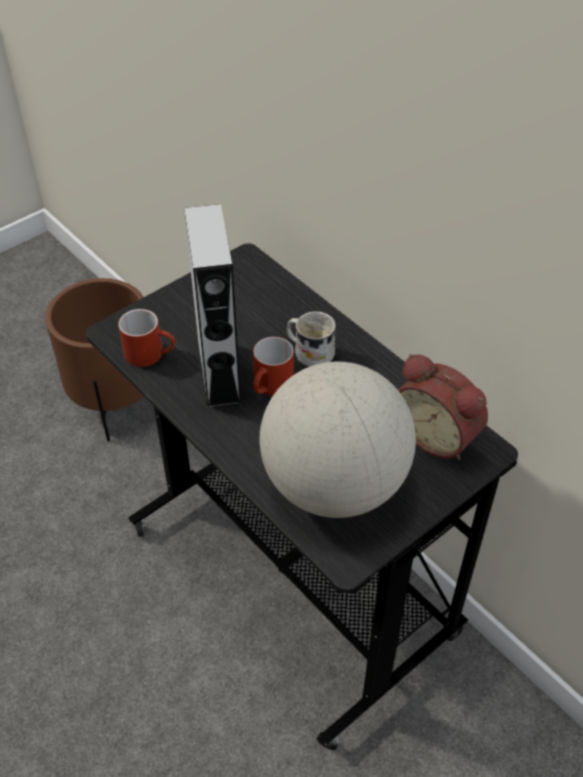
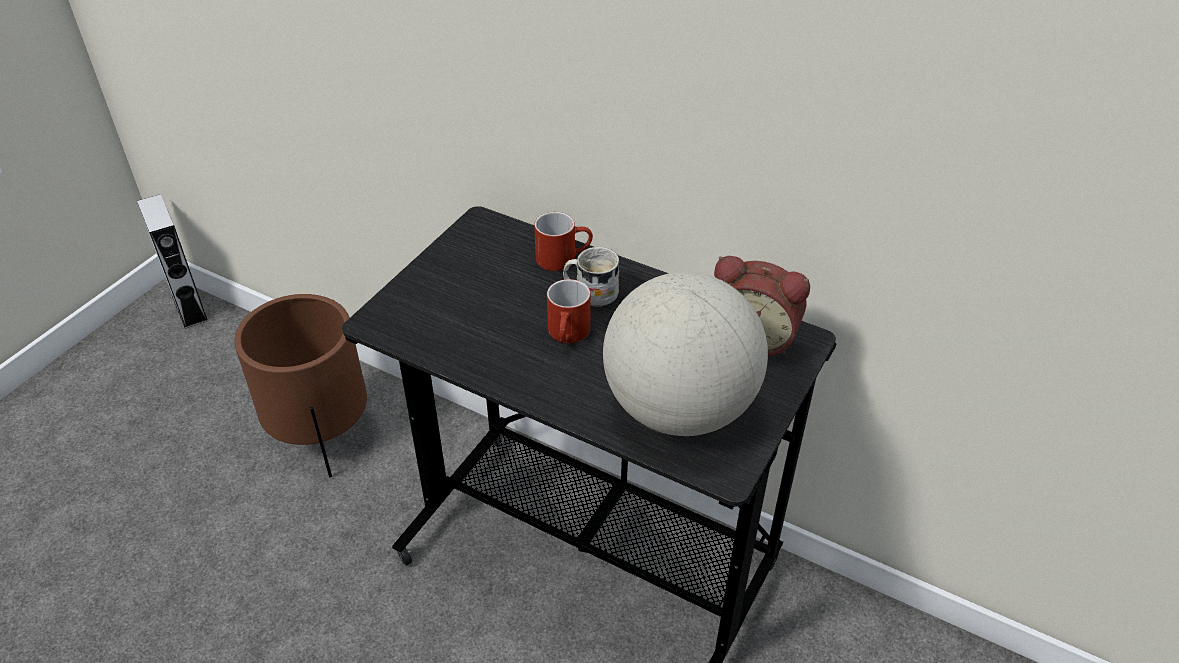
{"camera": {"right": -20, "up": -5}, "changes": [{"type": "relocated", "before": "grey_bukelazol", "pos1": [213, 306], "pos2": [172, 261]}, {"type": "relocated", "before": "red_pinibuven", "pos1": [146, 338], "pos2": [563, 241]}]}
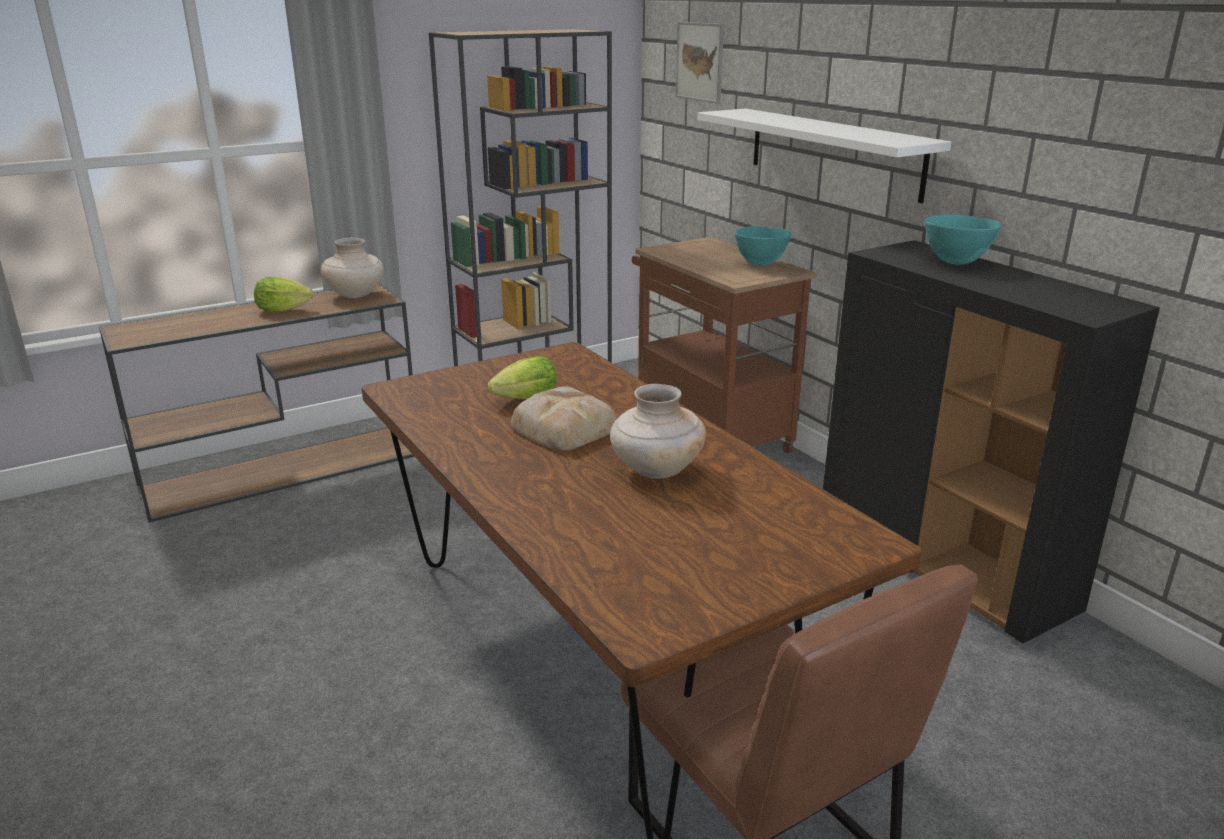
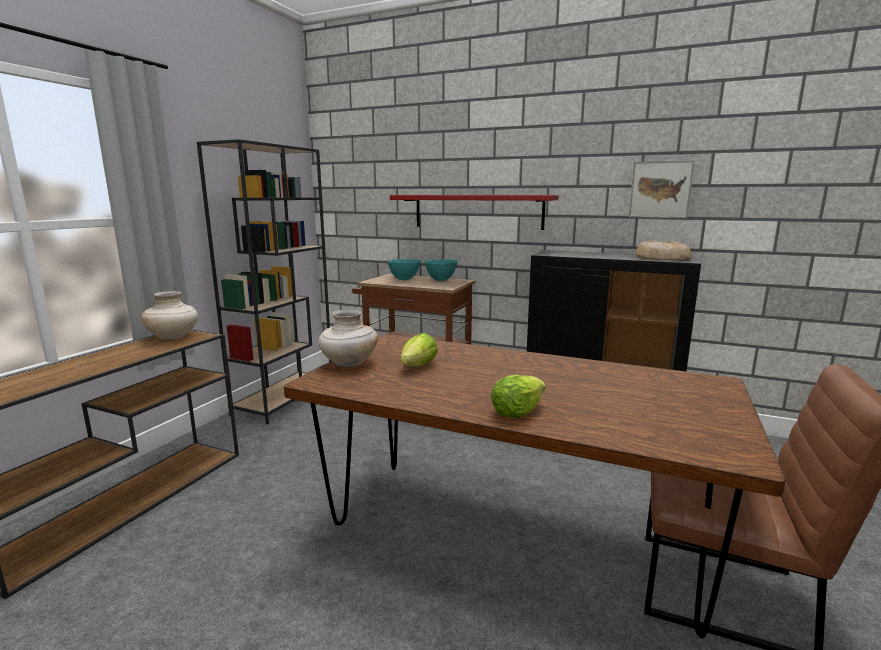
{"camera": {"right": -35, "up": -10}, "changes": [{"type": "relocated", "before": "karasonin", "pos1": [699, 63], "pos2": [662, 189]}, {"type": "colour", "before": "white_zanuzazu", "after": "red_zanuzazu", "pos1": [824, 156], "pos2": [474, 212]}, {"type": "relocated", "before": "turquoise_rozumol", "pos1": [963, 239], "pos2": [404, 269]}, {"type": "relocated", "before": "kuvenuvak", "pos1": [283, 294], "pos2": [518, 396]}, {"type": "relocated", "before": "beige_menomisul", "pos1": [658, 431], "pos2": [348, 338]}, {"type": "relocated", "before": "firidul", "pos1": [564, 418], "pos2": [663, 250]}]}
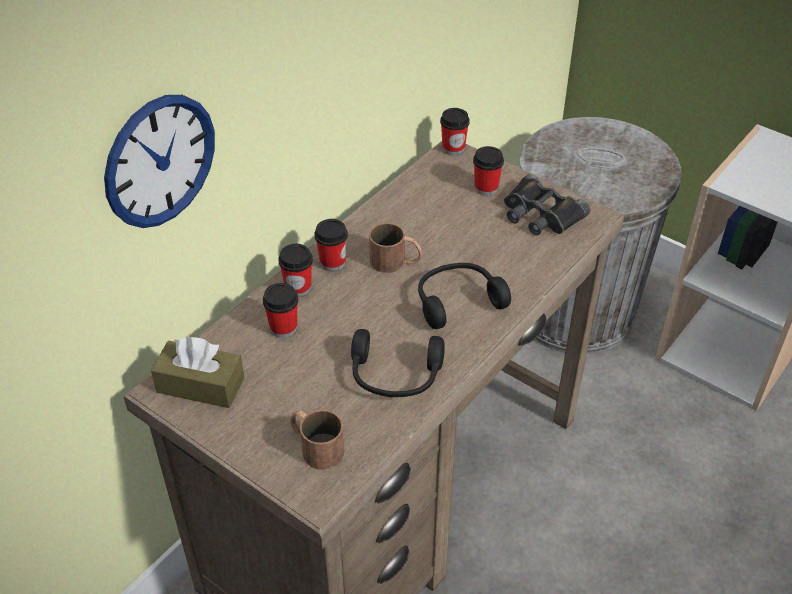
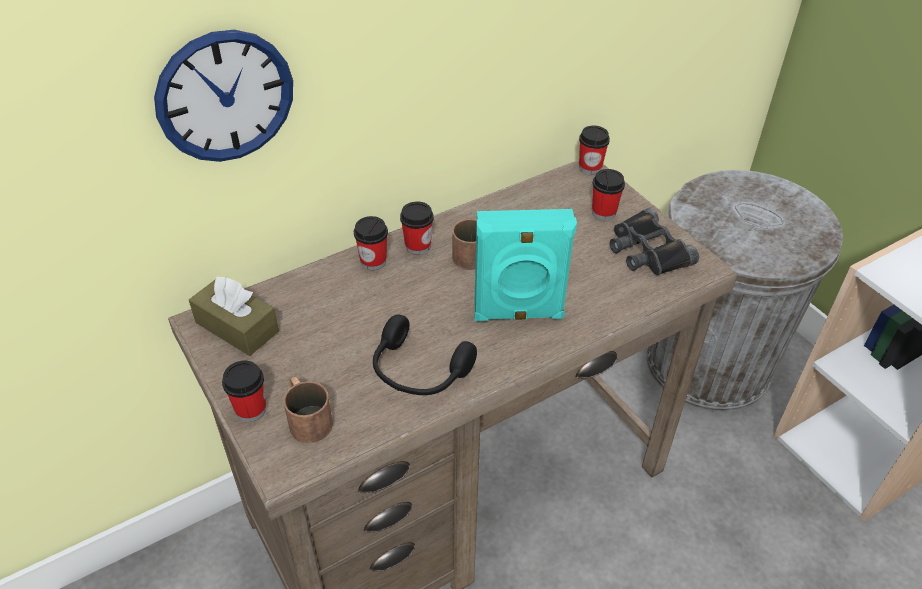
{"camera": {"right": 20, "up": 0}, "changes": [{"type": "exchanged", "before": "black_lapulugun", "after": "turquoise_bukelazol", "pos1": [464, 296], "pos2": [525, 265]}, {"type": "relocated", "before": "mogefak", "pos1": [280, 310], "pos2": [244, 391]}]}
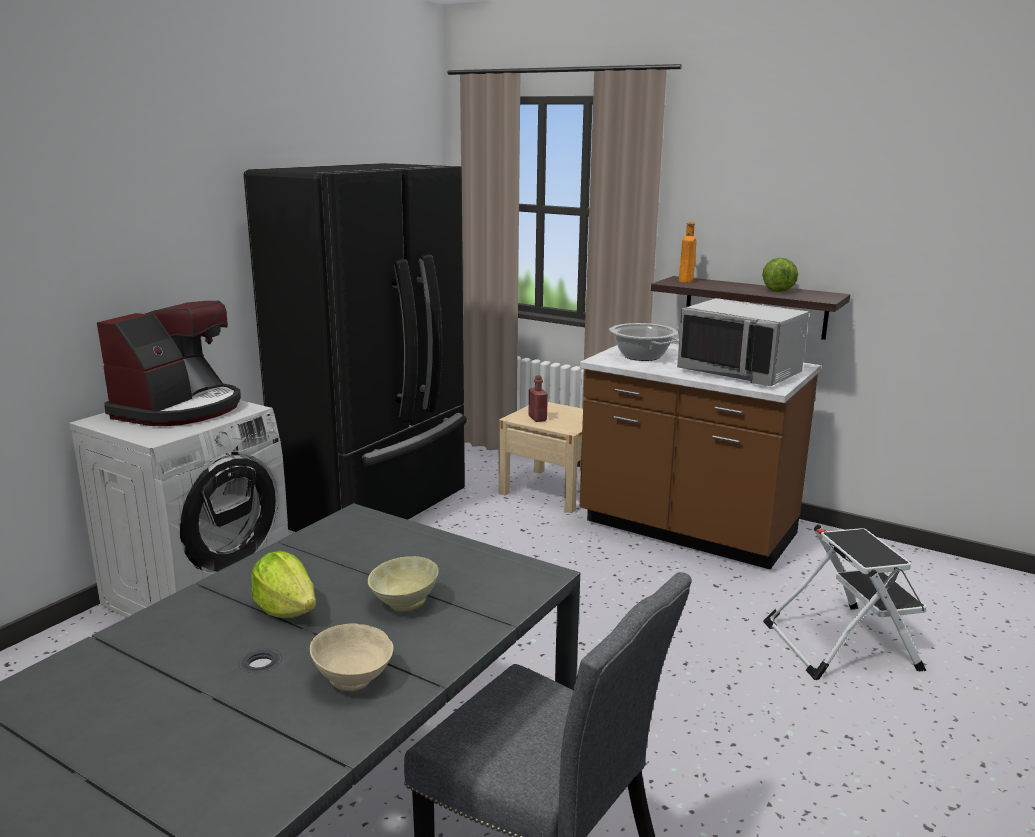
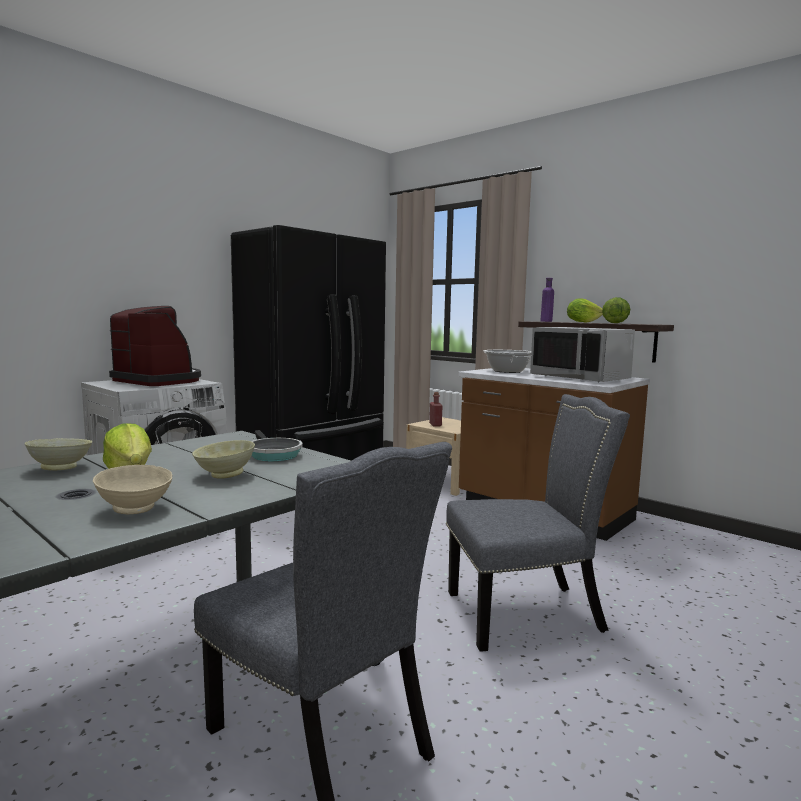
{"camera": {"right": 10, "up": -10}, "changes": [{"type": "colour", "before": "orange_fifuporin", "after": "purple_fifuporin", "pos1": [688, 252], "pos2": [547, 300]}, {"type": "spun", "before": "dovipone", "pos1": [169, 363], "pos2": [155, 346], "turn": -90}, {"type": "missing", "before": "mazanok", "pos1": [844, 602]}, {"type": "appeared", "after": "kuvenuvak", "pos2": [585, 310]}, {"type": "appeared", "after": "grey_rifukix", "pos2": [538, 523]}, {"type": "appeared", "after": "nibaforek", "pos2": [277, 445]}, {"type": "appeared", "after": "beige_rozumol", "pos2": [58, 454]}]}
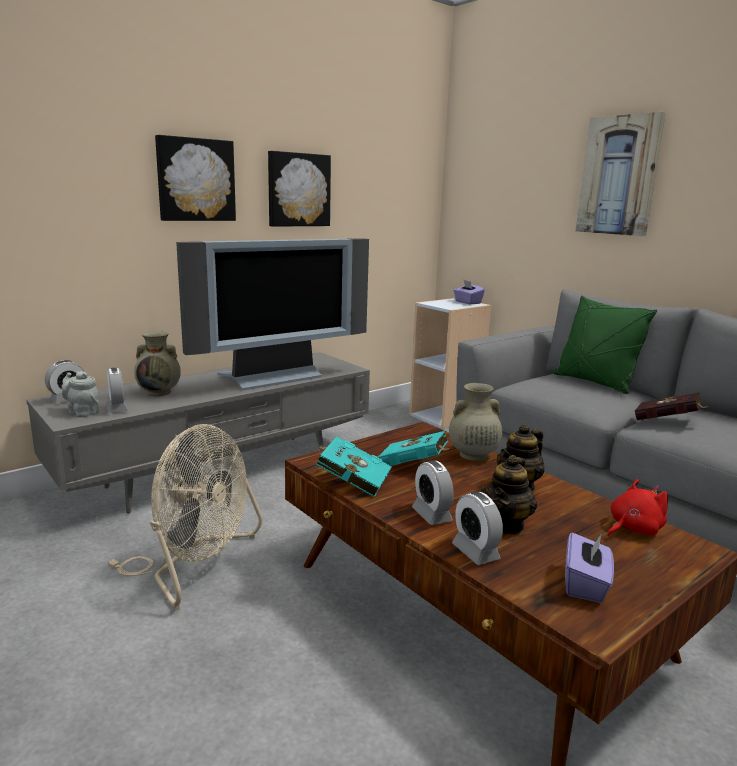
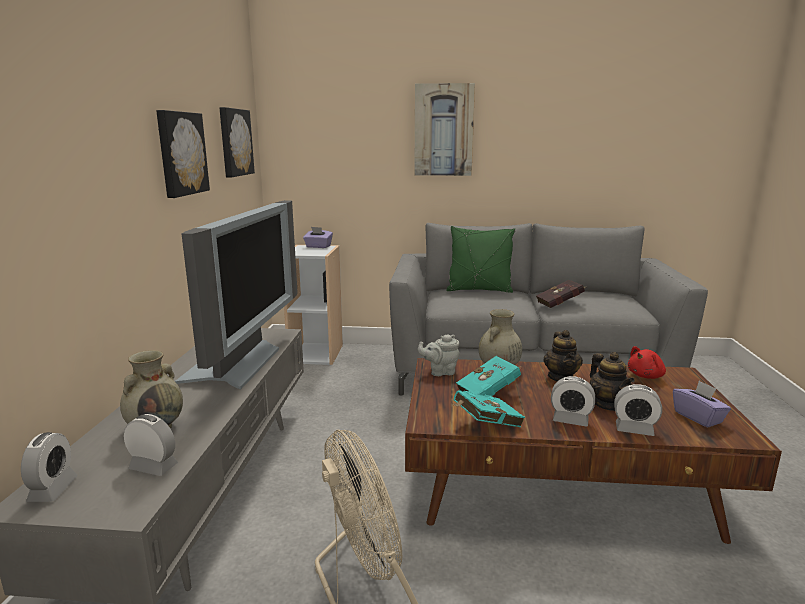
{"camera": {"right": -45, "up": 0}, "changes": [{"type": "relocated", "before": "karasonin", "pos1": [195, 178], "pos2": [237, 142]}, {"type": "relocated", "before": "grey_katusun", "pos1": [80, 394], "pos2": [439, 355]}, {"type": "spun", "before": "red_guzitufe", "pos1": [637, 507], "pos2": [647, 362], "turn": -135}]}
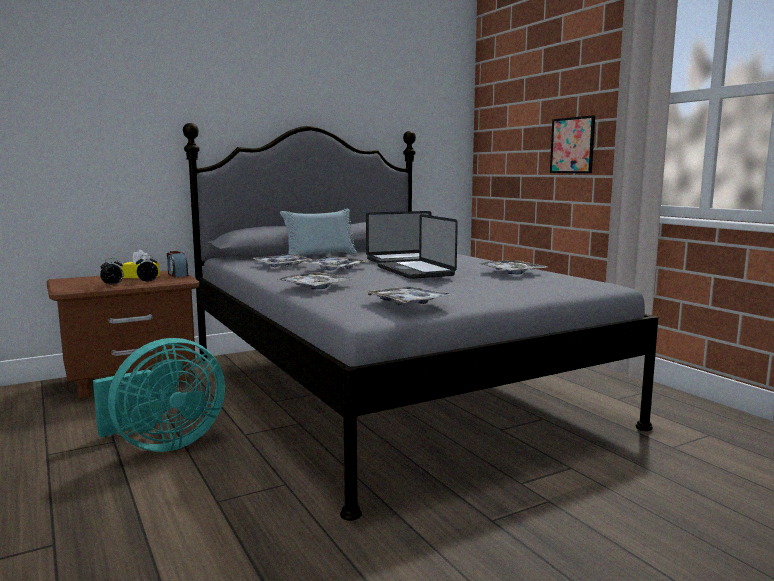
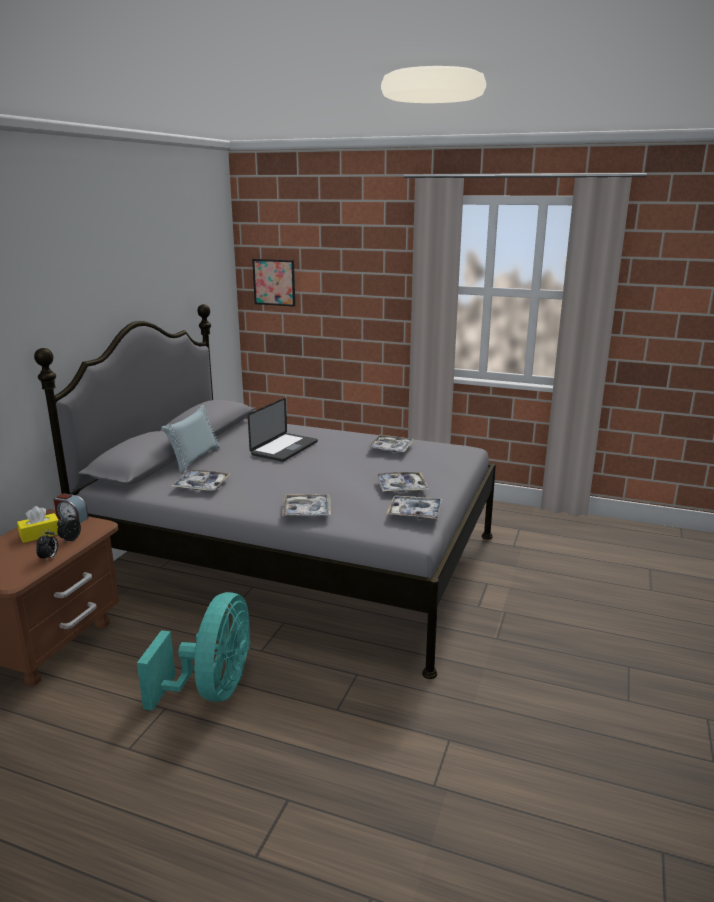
{"camera": {"right": -40, "up": 10}, "changes": [{"type": "relocated", "before": "karasonin", "pos1": [572, 144], "pos2": [273, 283]}, {"type": "missing", "before": "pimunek", "pos1": [418, 246]}, {"type": "relocated", "before": "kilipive", "pos1": [334, 263], "pos2": [403, 482]}]}
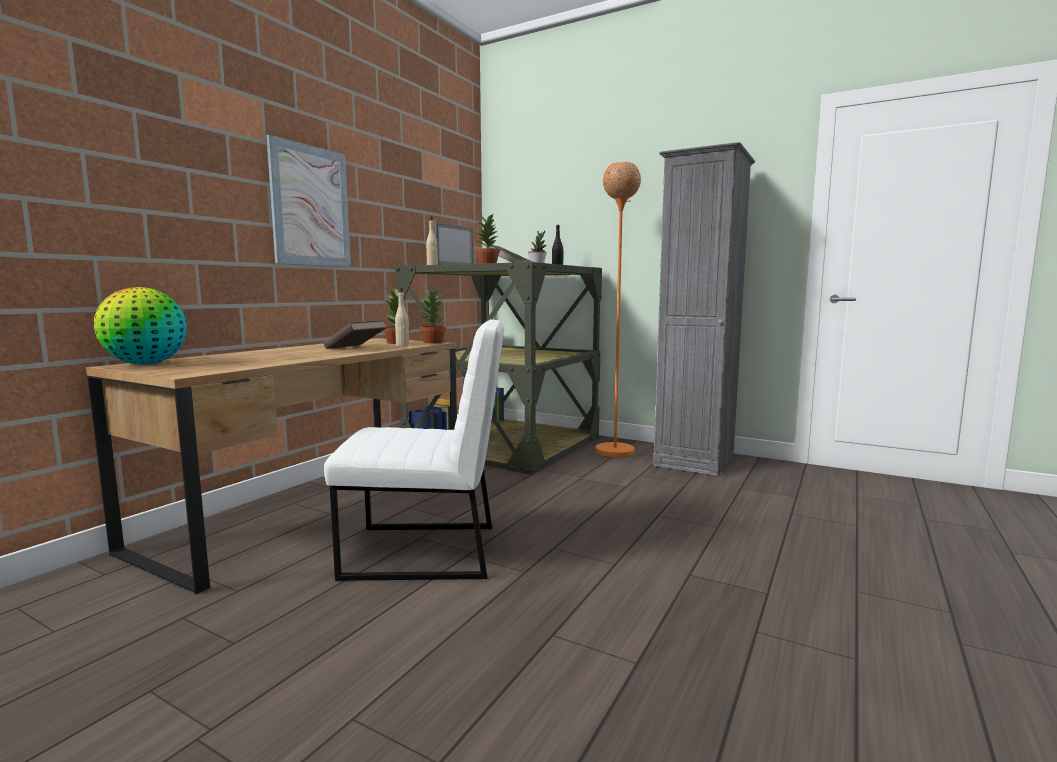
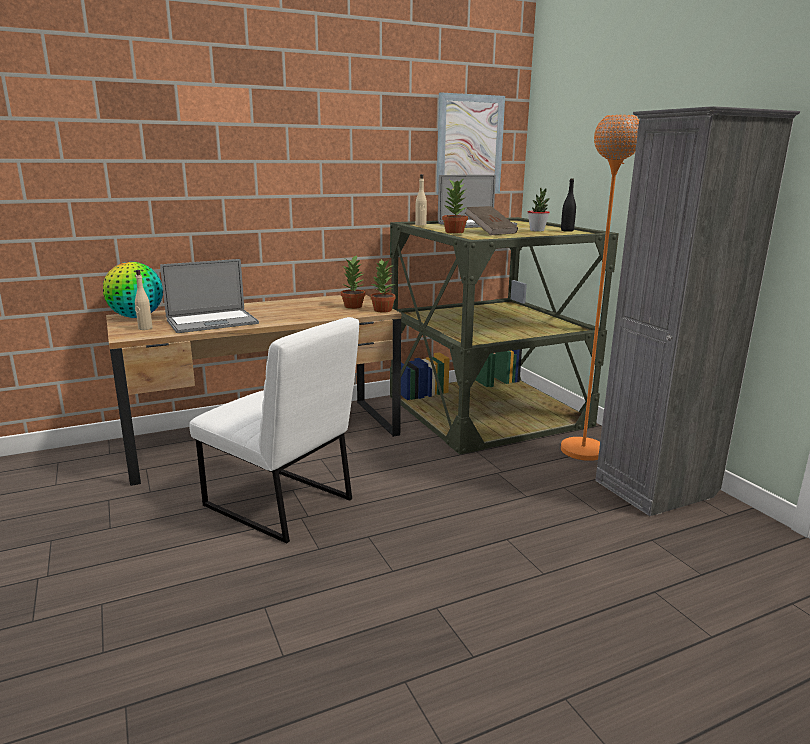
{"camera": {"right": 35, "up": 10}, "changes": [{"type": "relocated", "before": "karasonin", "pos1": [308, 201], "pos2": [470, 143]}, {"type": "relocated", "before": "beige_fifuporin", "pos1": [402, 317], "pos2": [144, 300]}, {"type": "missing", "before": "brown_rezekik", "pos1": [355, 334]}, {"type": "appeared", "after": "pimunek", "pos2": [209, 296]}]}
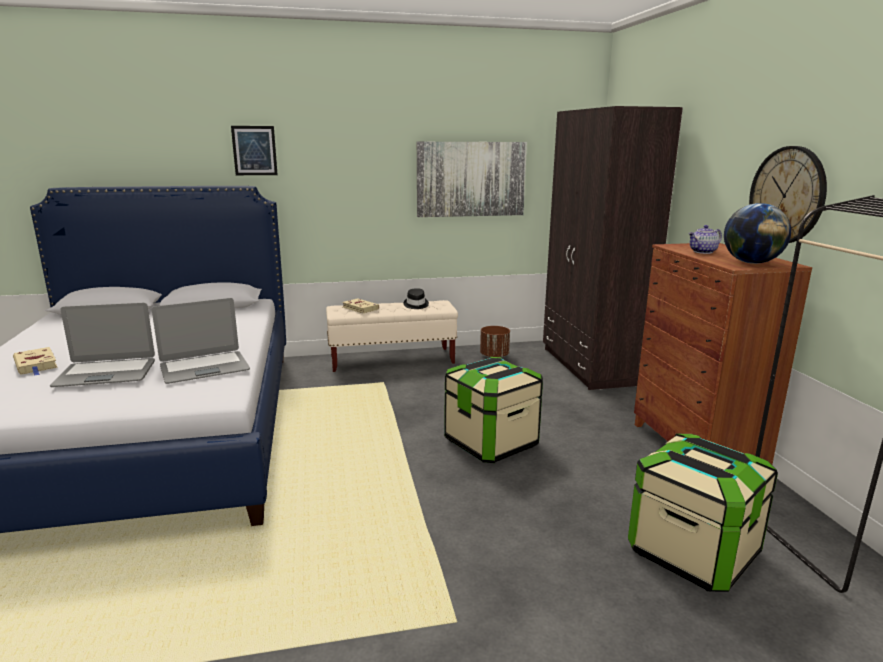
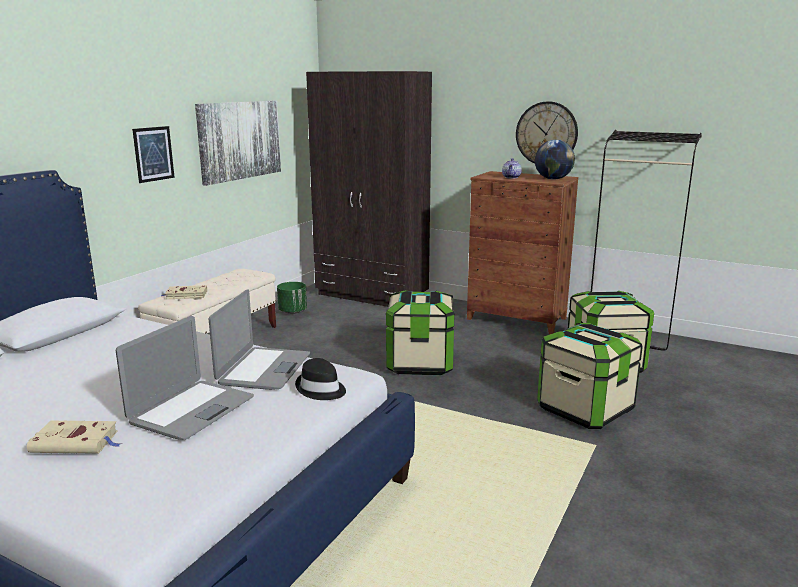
{"camera": {"right": -50, "up": 0}, "changes": [{"type": "relocated", "before": "karasonin", "pos1": [254, 150], "pos2": [153, 154]}, {"type": "relocated", "before": "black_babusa", "pos1": [416, 298], "pos2": [320, 379]}, {"type": "colour", "before": "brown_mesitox", "after": "green_mesitox", "pos1": [495, 341], "pos2": [292, 298]}, {"type": "appeared", "after": "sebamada", "pos2": [590, 376]}]}
